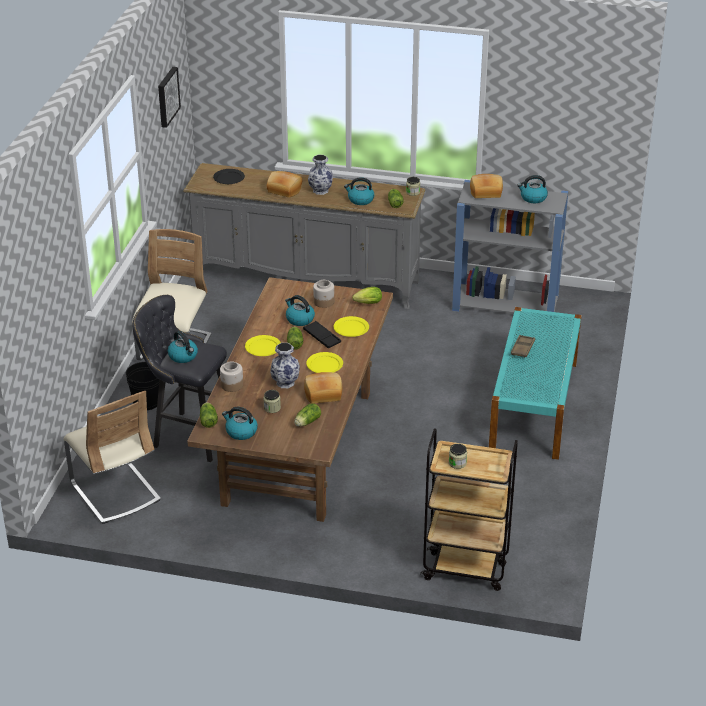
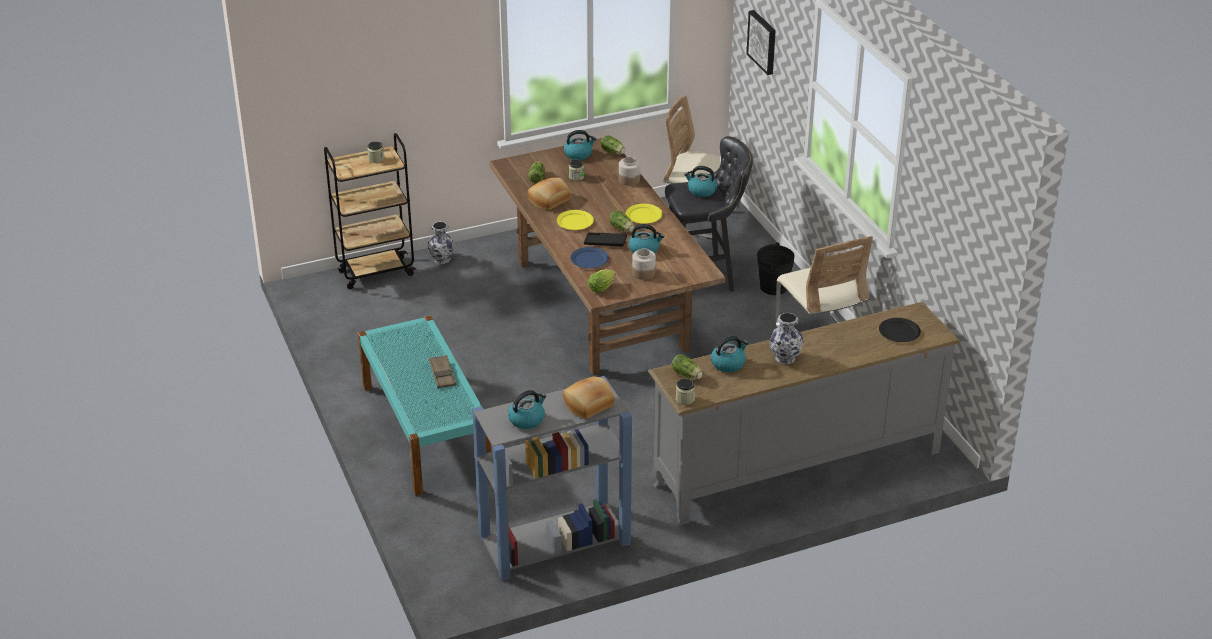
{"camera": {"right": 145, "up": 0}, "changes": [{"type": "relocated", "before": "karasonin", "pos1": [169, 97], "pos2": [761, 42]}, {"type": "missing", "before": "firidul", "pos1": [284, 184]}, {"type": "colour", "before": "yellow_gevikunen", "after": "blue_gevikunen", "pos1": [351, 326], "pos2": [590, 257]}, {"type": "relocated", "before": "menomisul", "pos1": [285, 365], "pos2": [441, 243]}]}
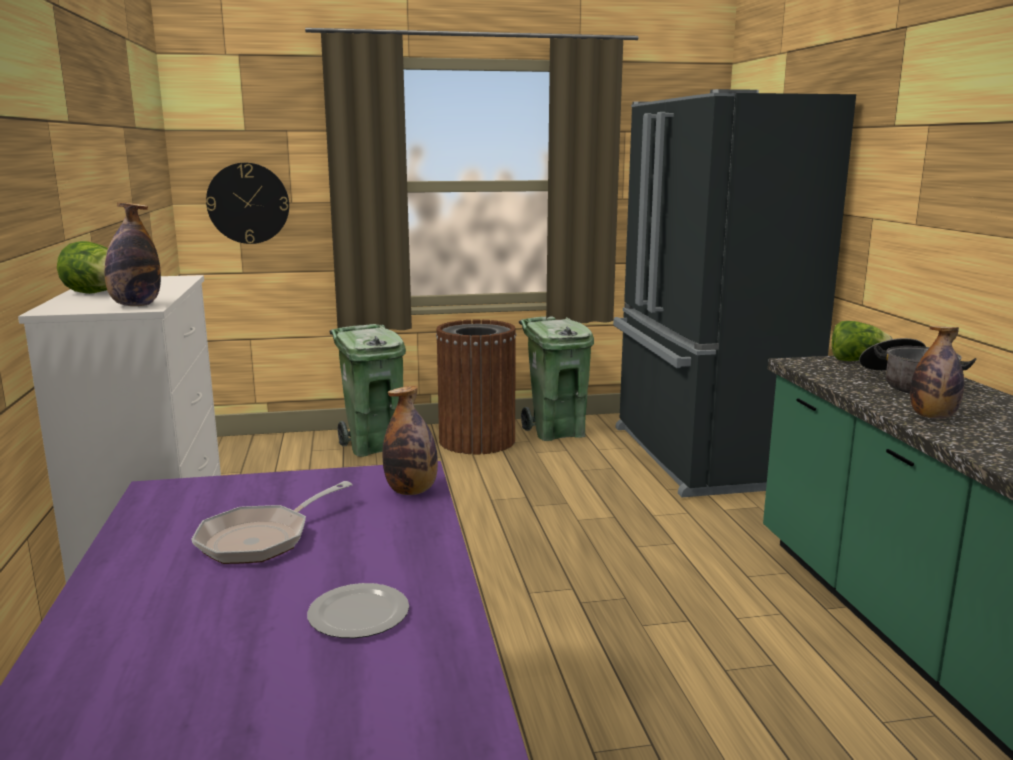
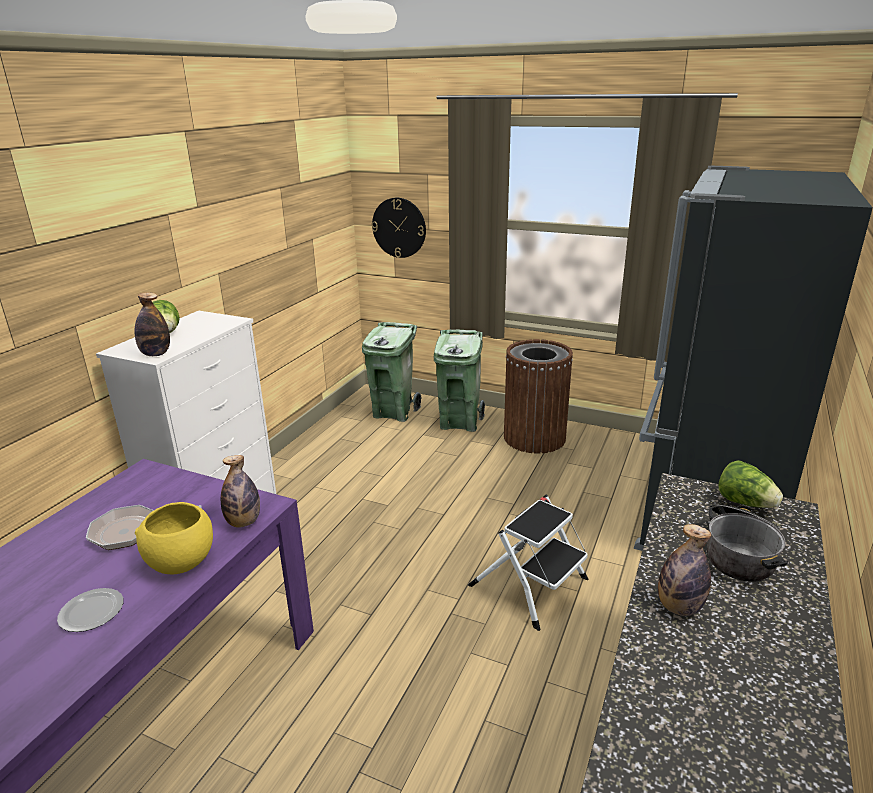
{"camera": {"right": 35, "up": 10}, "changes": [{"type": "relocated", "before": "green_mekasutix", "pos1": [556, 378], "pos2": [392, 372]}, {"type": "appeared", "after": "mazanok", "pos2": [528, 562]}, {"type": "appeared", "after": "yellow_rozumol", "pos2": [174, 538]}]}
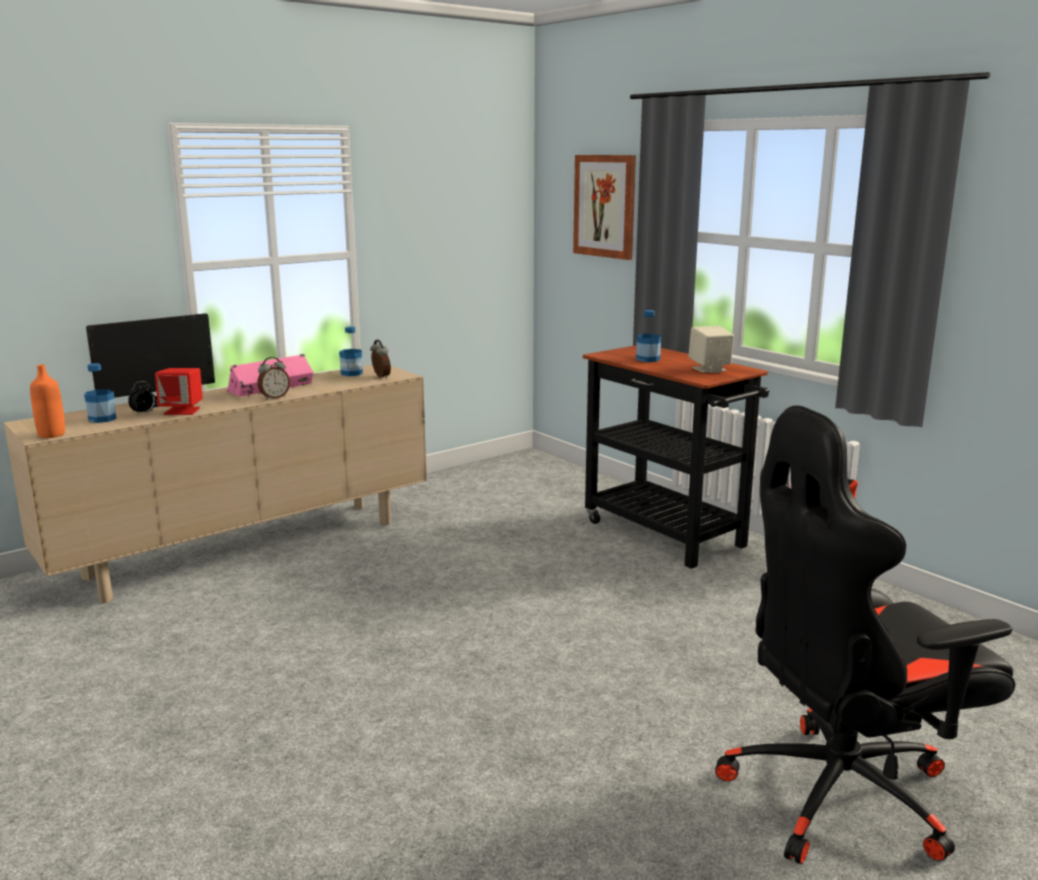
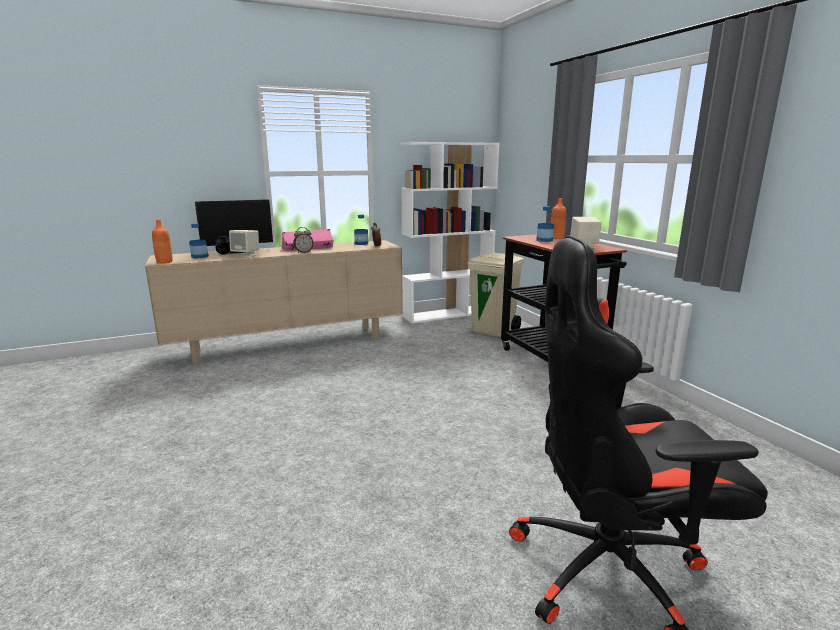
{"camera": {"right": 15, "up": 0}, "changes": [{"type": "missing", "before": "karasonin", "pos1": [604, 207]}, {"type": "colour", "before": "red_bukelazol", "after": "beige_bukelazol", "pos1": [179, 391], "pos2": [244, 244]}, {"type": "appeared", "after": "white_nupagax", "pos2": [449, 232]}, {"type": "appeared", "after": "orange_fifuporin", "pos2": [558, 218]}, {"type": "appeared", "after": "beige_mekasutix", "pos2": [496, 295]}]}
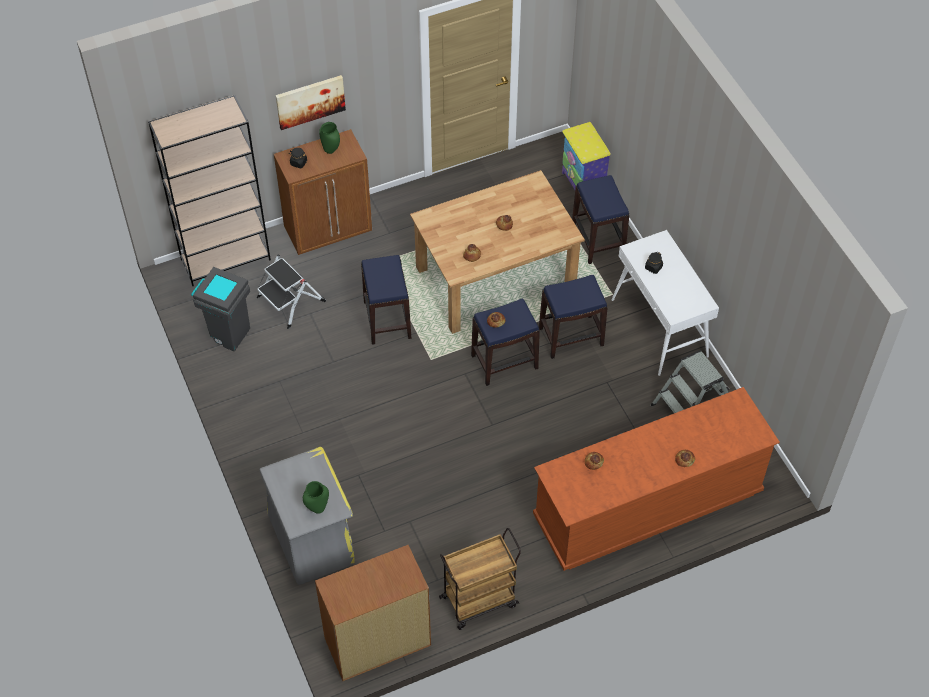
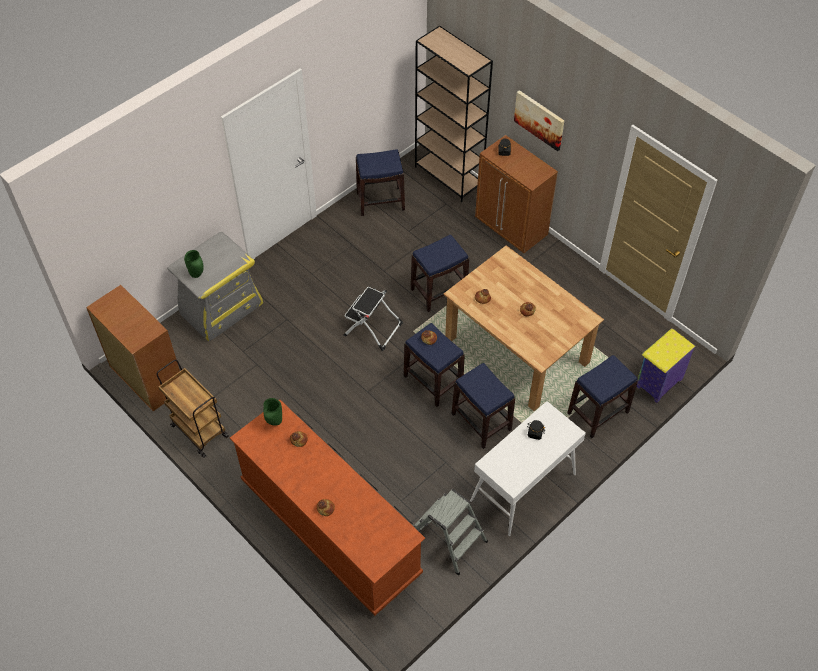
{"camera": {"right": 70, "up": 0}, "changes": [{"type": "relocated", "before": "green_menomisul", "pos1": [329, 138], "pos2": [272, 412]}, {"type": "relocated", "before": "mazanok", "pos1": [291, 292], "pos2": [373, 319]}, {"type": "exchanged", "before": "grey_mekasutix", "after": "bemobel", "pos1": [220, 309], "pos2": [380, 182]}]}
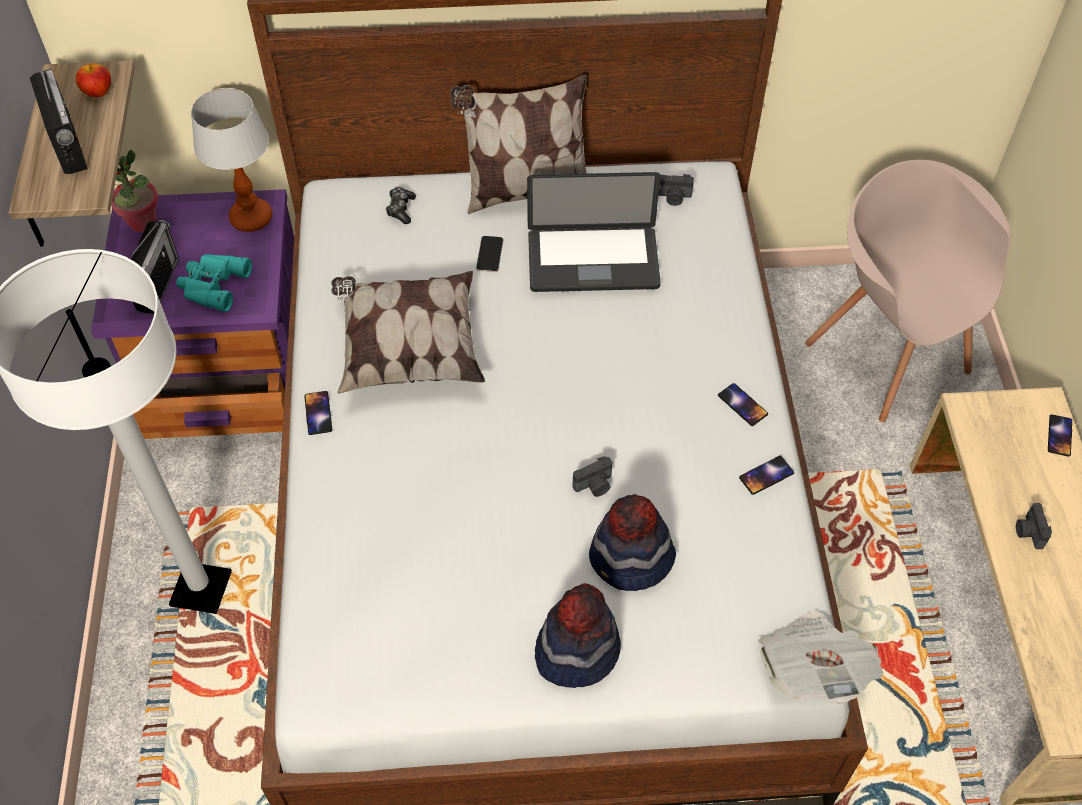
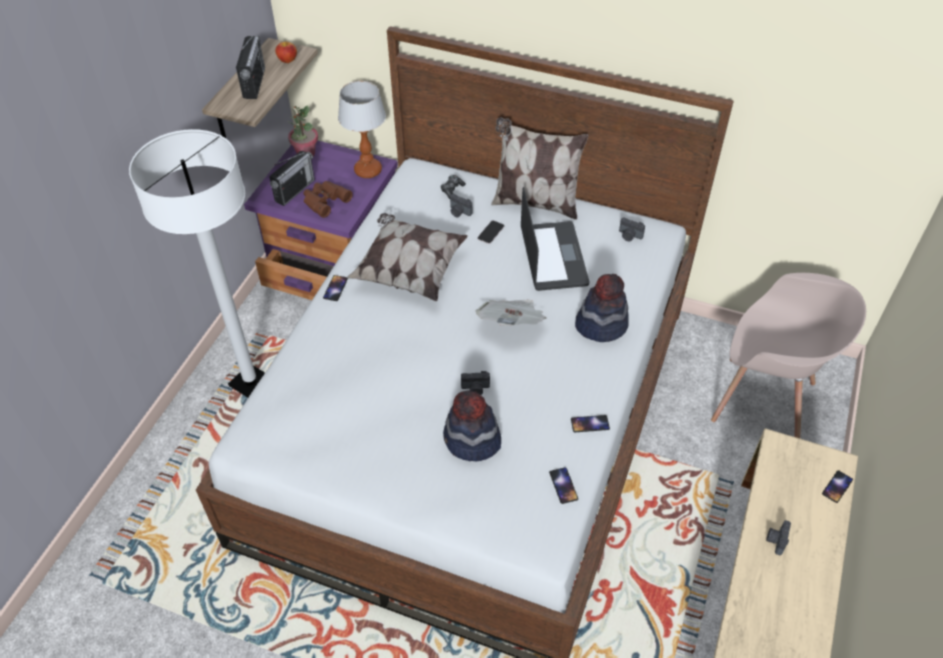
{"camera": {"right": 25, "up": -5}, "changes": [{"type": "spun", "before": "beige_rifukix", "pos1": [908, 291], "pos2": [788, 355], "turn": 120}, {"type": "spun", "before": "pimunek", "pos1": [594, 232], "pos2": [555, 239], "turn": -120}, {"type": "colour", "before": "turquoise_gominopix", "after": "brown_gominopix", "pos1": [214, 283], "pos2": [328, 199]}, {"type": "relocated", "before": "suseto", "pos1": [743, 404], "pos2": [563, 485]}, {"type": "relocated", "before": "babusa", "pos1": [578, 635], "pos2": [602, 308]}, {"type": "relocated", "before": "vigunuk", "pos1": [821, 657], "pos2": [511, 312]}, {"type": "appeared", "after": "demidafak", "pos2": [461, 205]}]}
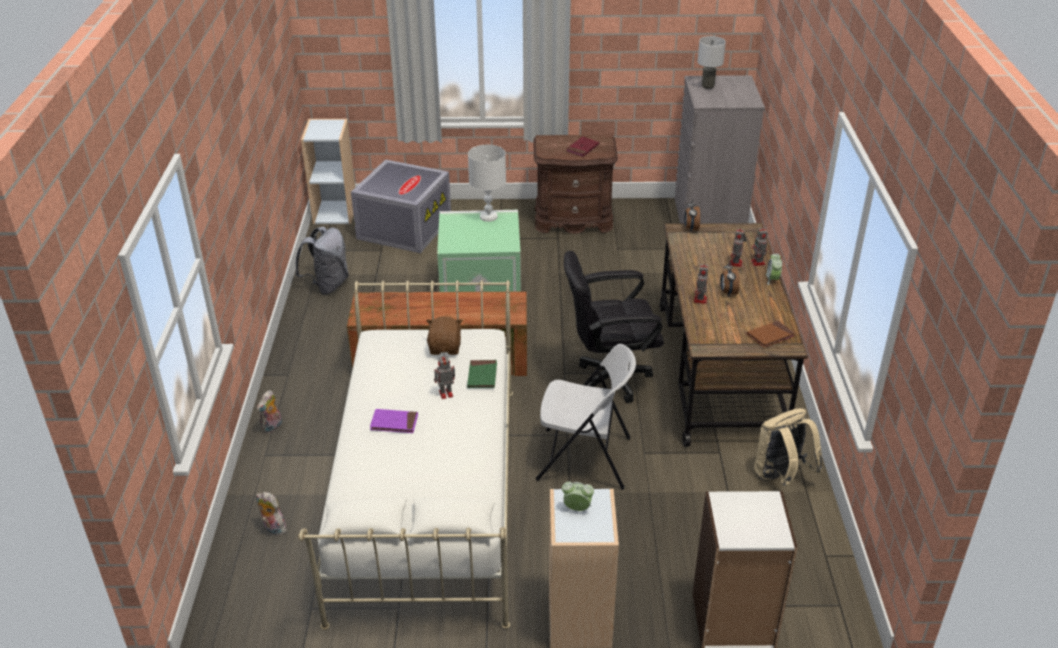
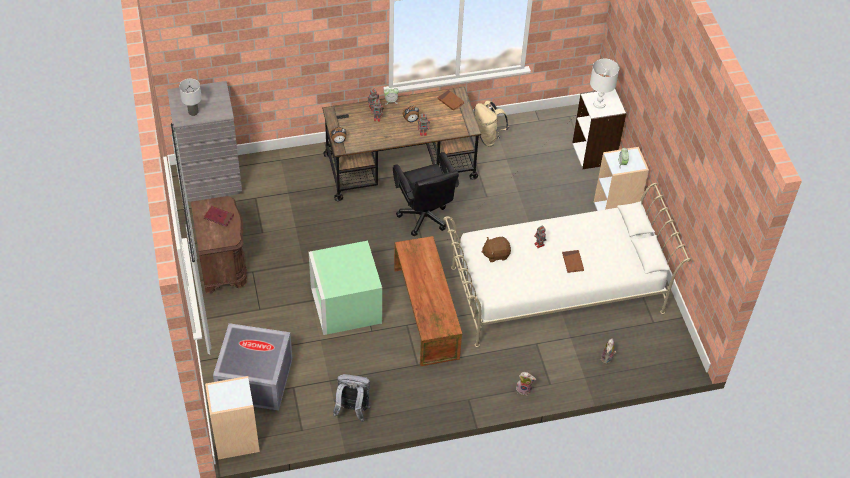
{"camera": {"right": -105, "up": 15}, "changes": [{"type": "relocated", "before": "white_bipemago", "pos1": [487, 183], "pos2": [604, 83]}, {"type": "missing", "before": "white_rifukix", "pos1": [586, 417]}, {"type": "missing", "before": "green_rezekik", "pos1": [482, 374]}, {"type": "colour", "before": "purple_rezekik", "after": "brown_rezekik", "pos1": [394, 421], "pos2": [573, 261]}]}
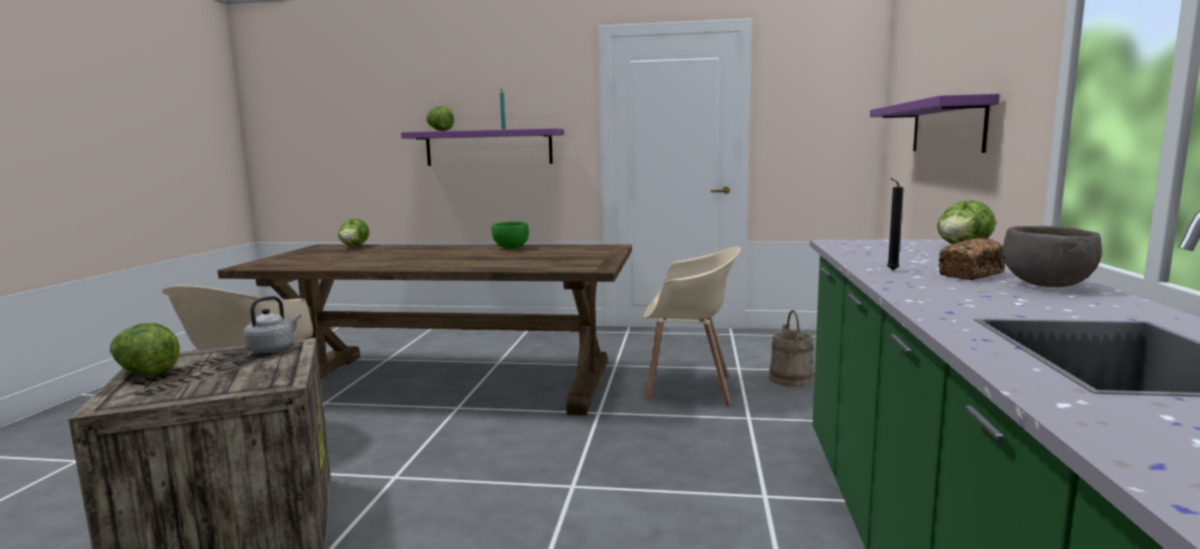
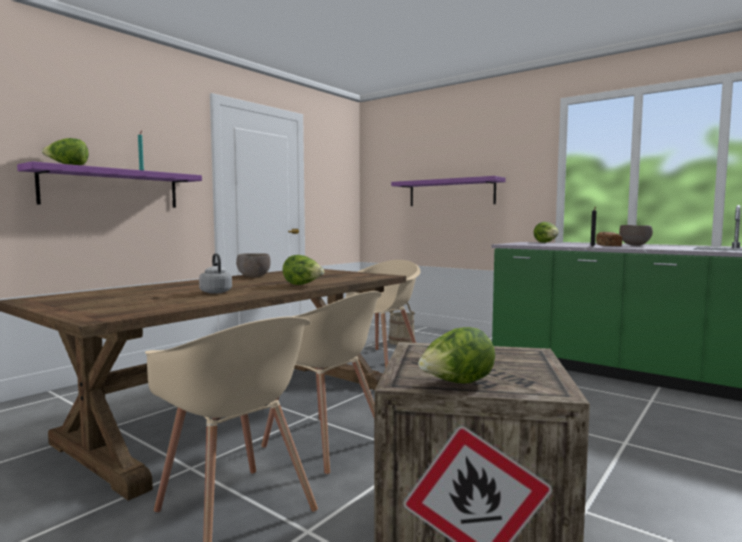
{"camera": {"right": -60, "up": -5}, "changes": [{"type": "relocated", "before": "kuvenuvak", "pos1": [353, 232], "pos2": [303, 270]}, {"type": "colour", "before": "green_rozumol", "after": "brown_rozumol", "pos1": [510, 235], "pos2": [253, 265]}, {"type": "relocated", "before": "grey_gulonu", "pos1": [272, 324], "pos2": [215, 273]}, {"type": "appeared", "after": "beige_rifukix", "pos2": [321, 382]}]}
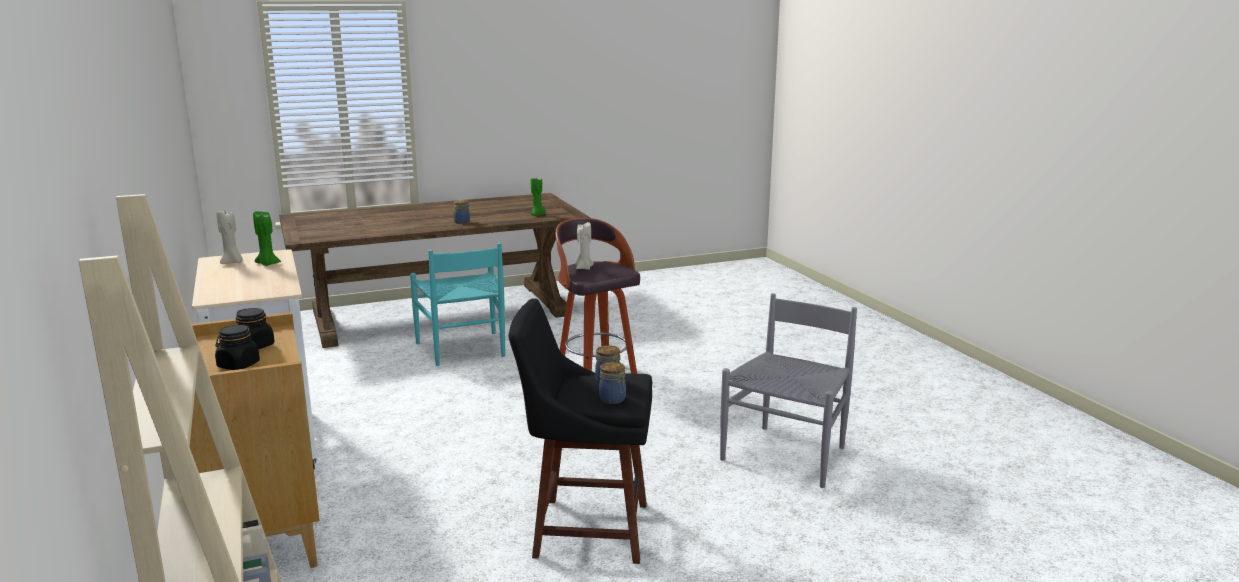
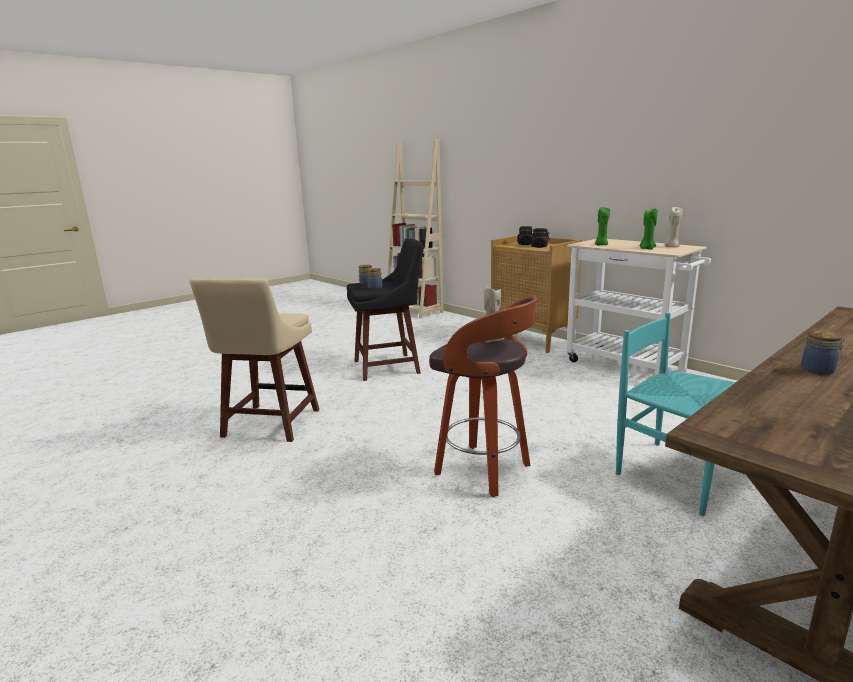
{"camera": {"right": 160, "up": 0}, "changes": [{"type": "relocated", "before": "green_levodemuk", "pos1": [538, 197], "pos2": [602, 226]}, {"type": "exchanged", "before": "grey_rifukix", "after": "beige_bemobel", "pos1": [788, 390], "pos2": [255, 360]}]}
